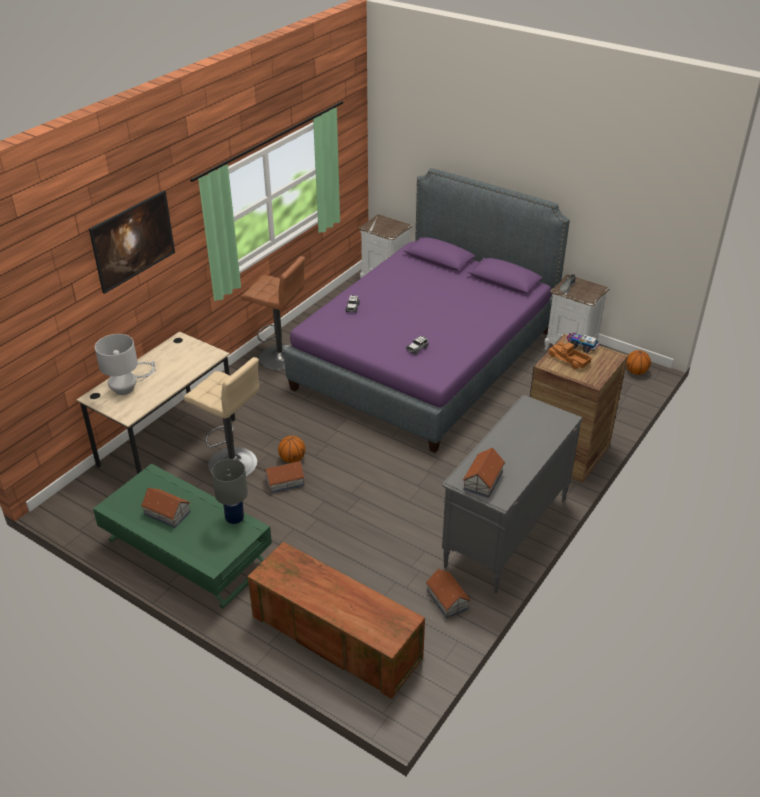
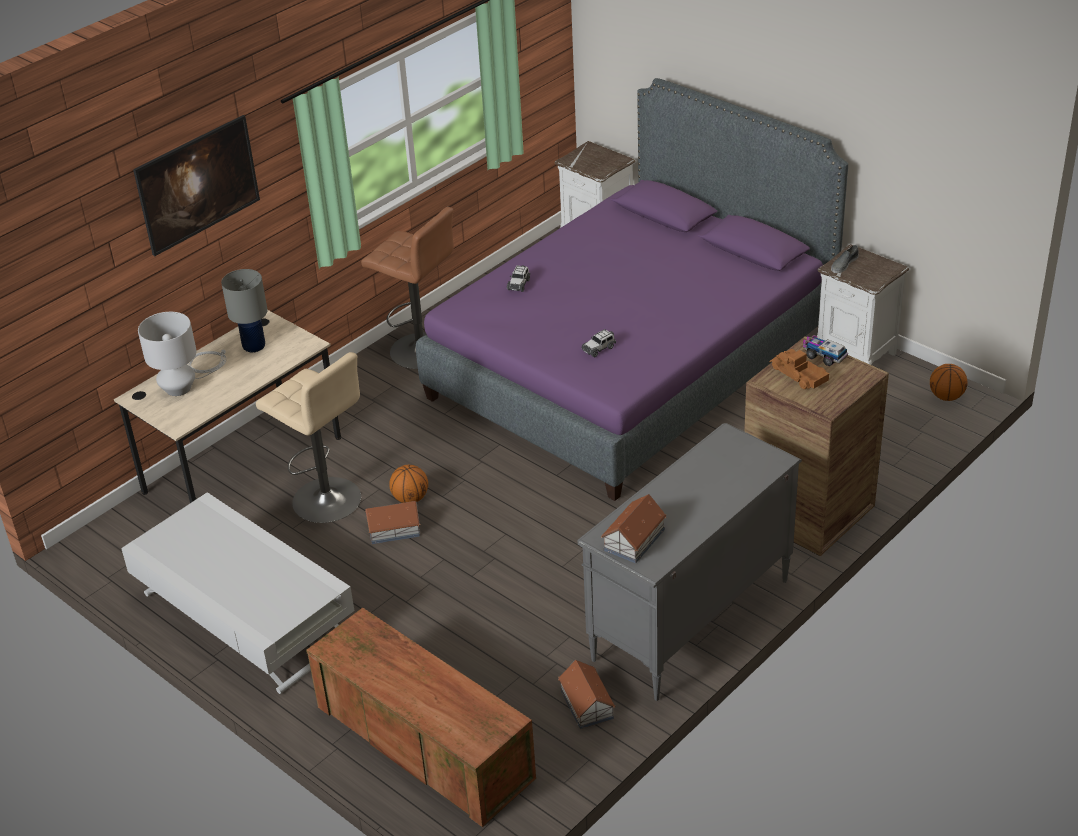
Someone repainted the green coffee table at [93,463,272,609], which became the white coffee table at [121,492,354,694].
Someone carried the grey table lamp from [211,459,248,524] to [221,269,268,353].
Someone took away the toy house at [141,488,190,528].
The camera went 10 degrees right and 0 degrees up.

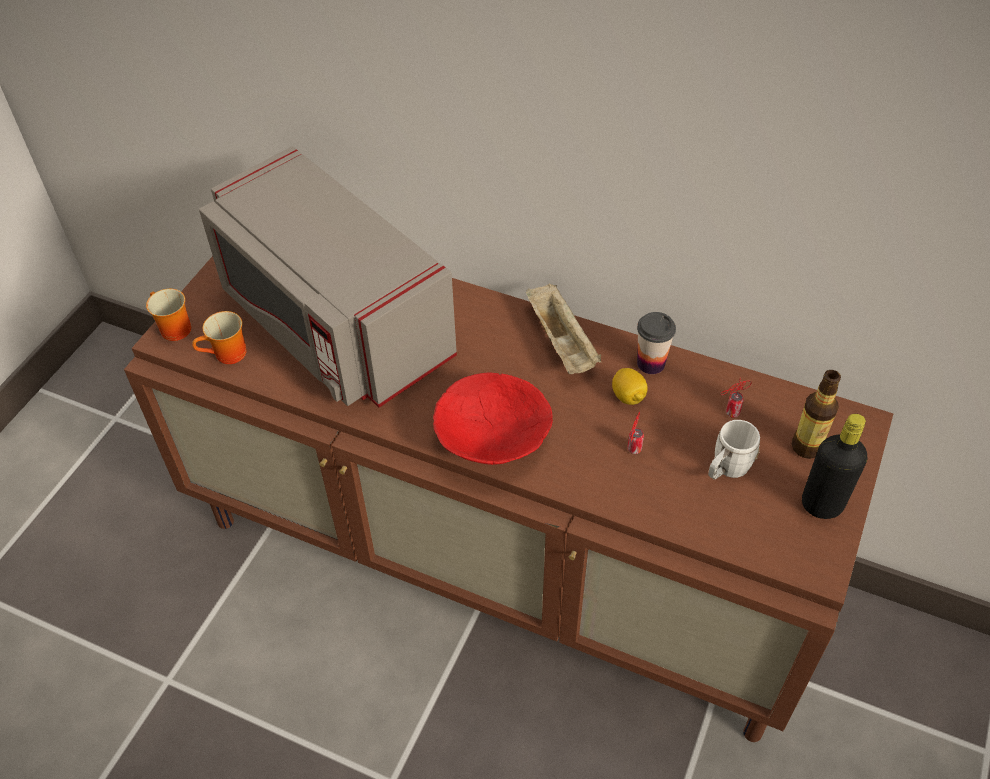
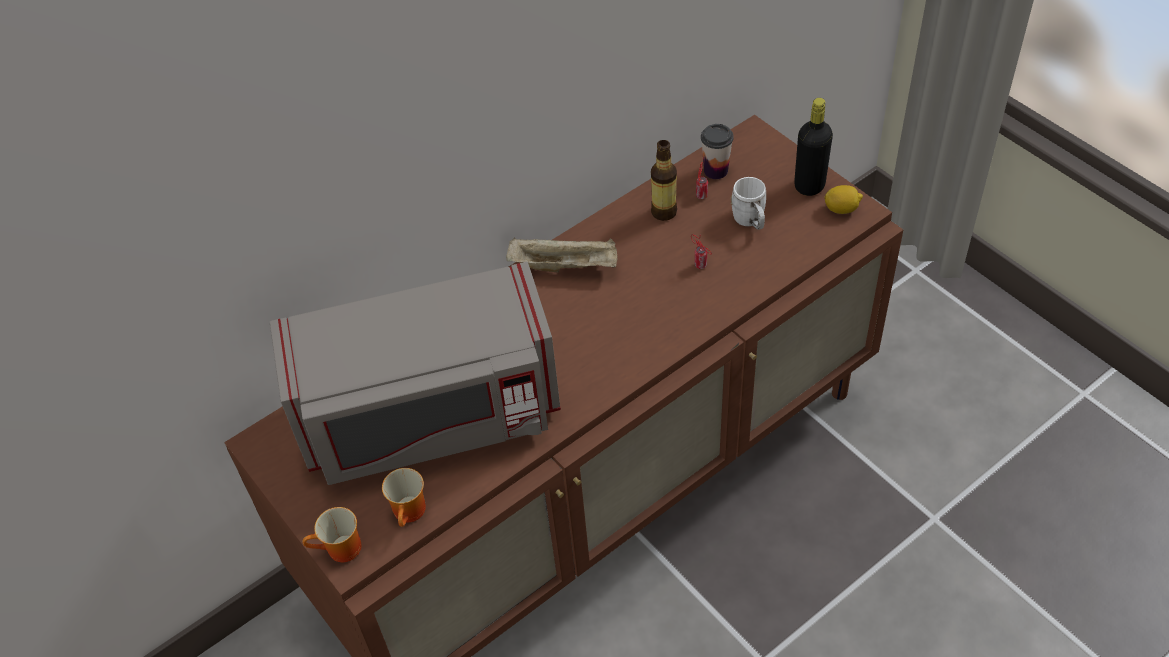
Someone carried the bottle from [792,370,841,459] to [651,140,677,221].
Someone carried the cup from [637,312,676,374] to [701,124,734,179].
Someone carried the lemon from [612,368,647,405] to [824,185,863,214].
Someone took away the red bowl at [433,372,553,465].
The camera went 60 degrees left and 0 degrees up.

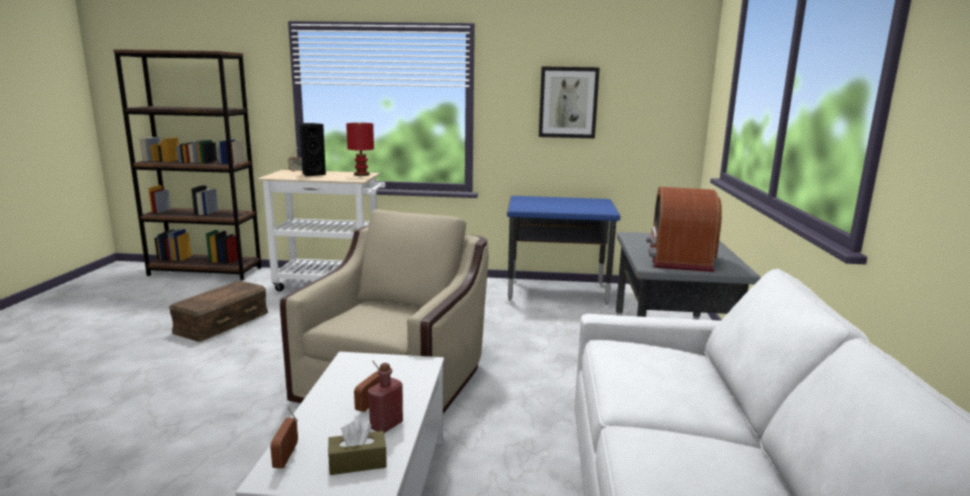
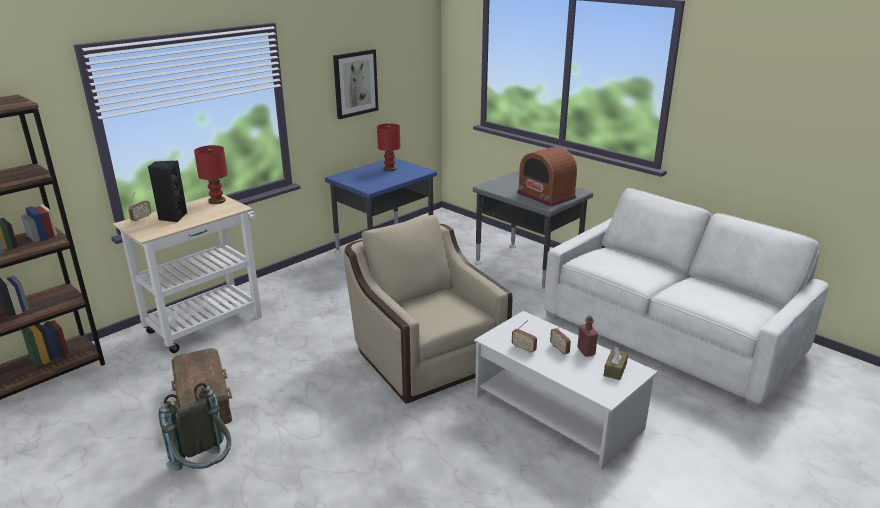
Someone put down the grey backpack at [158,383,231,470].
Someone put down the red table lamp at [377,123,400,171].
Someone carried the radio from [270,406,298,468] to [512,320,537,353].
The camera went 50 degrees left and 10 degrees up.

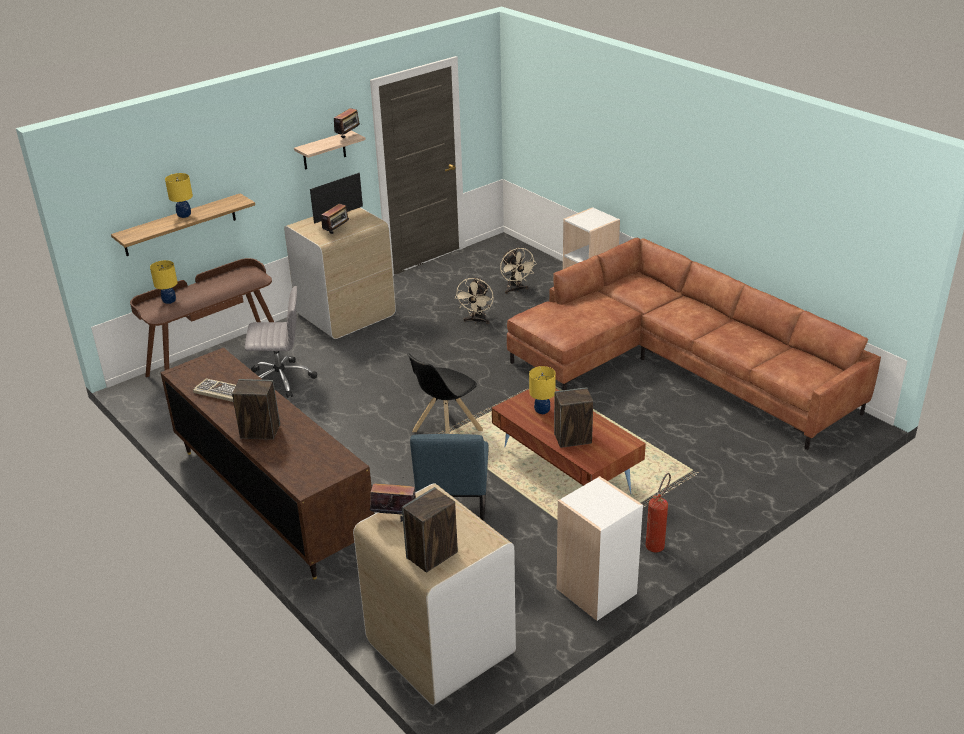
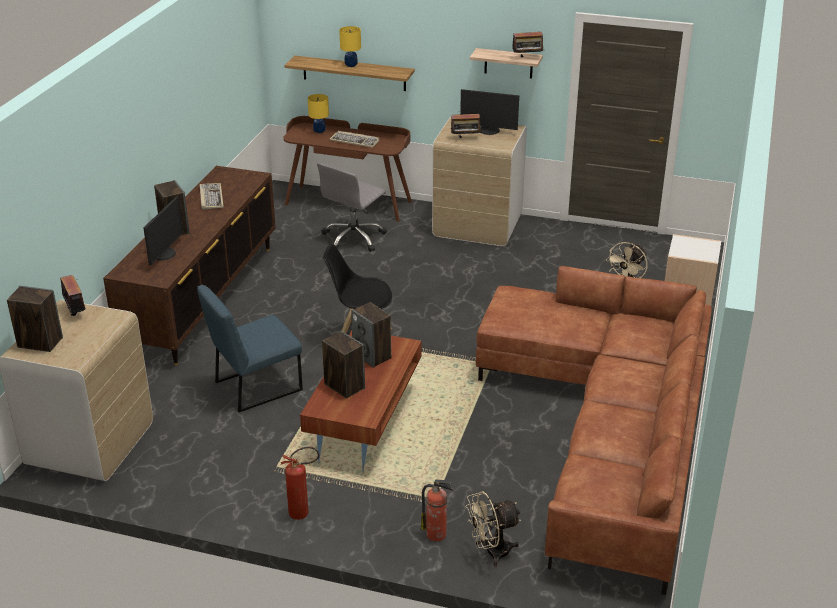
Someone put down the monitor at [143,196,183,266].
Someone rotated the grey office chair at [245,286,317,398] by 75 degrees clockwise.
Someone put down the keyboard at [329,131,379,148].
Someone swapped the yellow table lamp at [529,366,556,414] for the speaker at [351,302,391,368].
Someone put down the fire extinguisher at [421,480,455,541].
Someone carried the beige fan from [455,278,494,324] to [465,491,521,567].
Someone took away the bookcase at [557,476,643,621].
The camera went 55 degrees right and 0 degrees up.

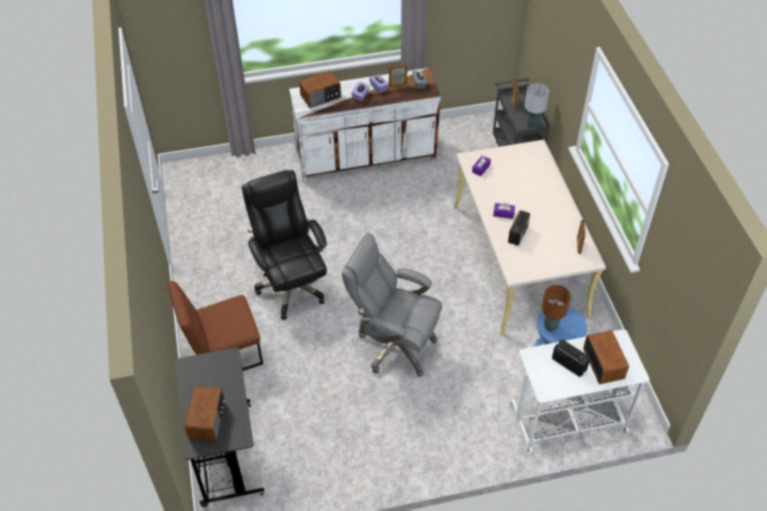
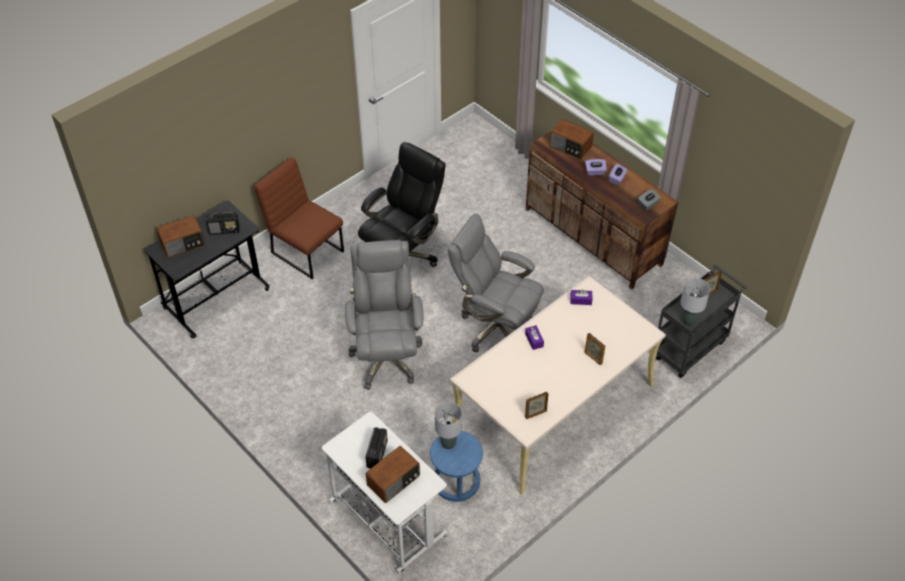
Someone carried the radio from [508,210,530,246] to [206,212,240,235].
Someone repainted the brown table lamp at [542,285,571,331], which became the grey table lamp at [435,402,462,449].
Someone put down the grey office chair at [448,213,544,352].
Someone repainted the white cabinet at [289,68,441,183], which became the brown cabinet at [526,130,678,290].
Someone carried the picture frame from [389,64,407,87] to [585,333,605,365].
The camera went 60 degrees right and 0 degrees up.

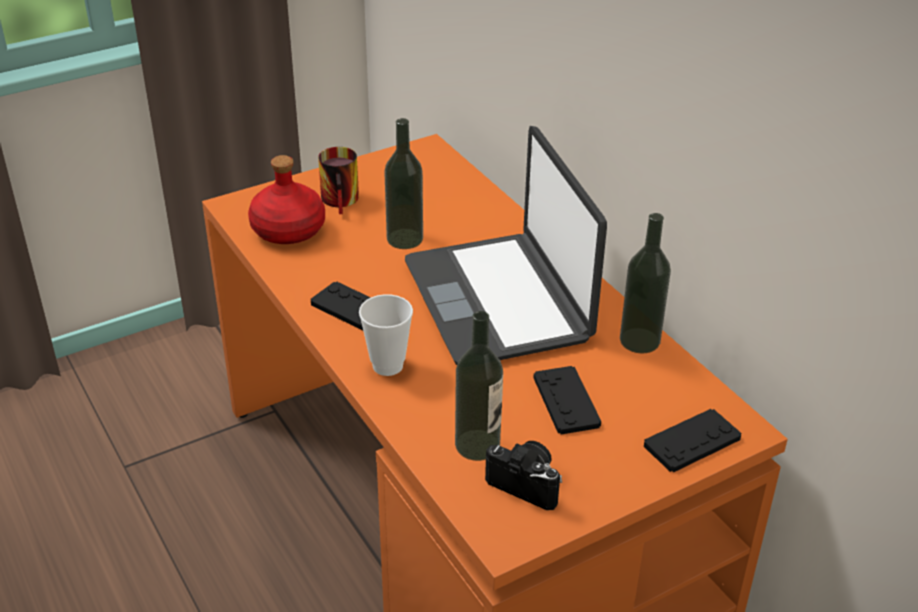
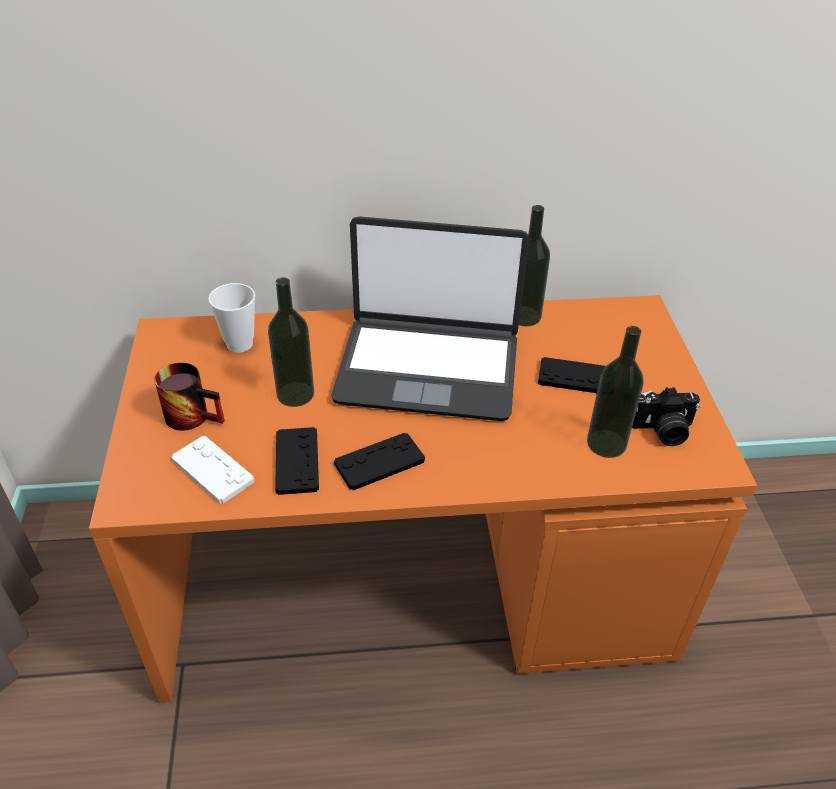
Someone swapped the red bottle at [248,155,325,244] for the white game controller at [171,436,254,504].
Someone carried the cup from [359,294,413,376] to [208,283,255,353].
Someone carried the black game controller from [644,409,741,473] to [275,427,319,495].
Someone rotated the photo camera at [485,441,562,510] by 150 degrees counterclockwise.
The camera went 65 degrees left and 5 degrees up.

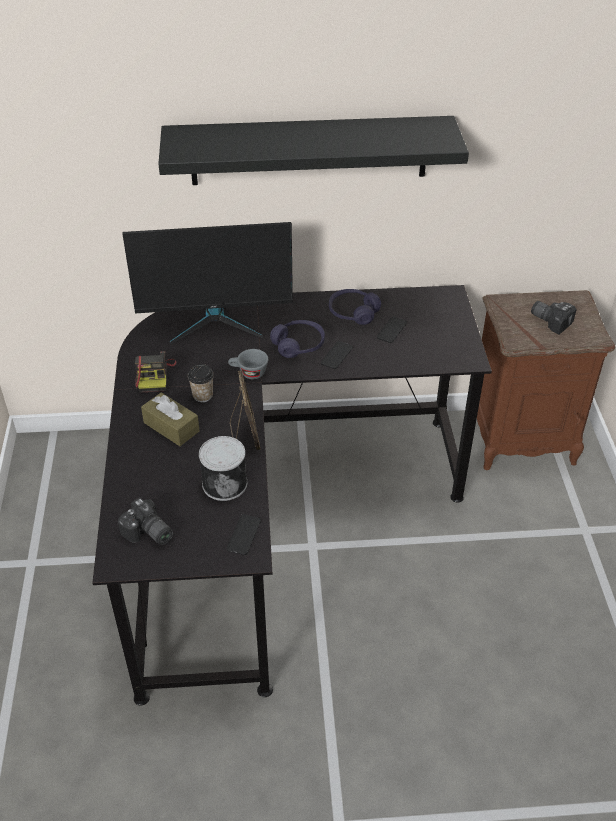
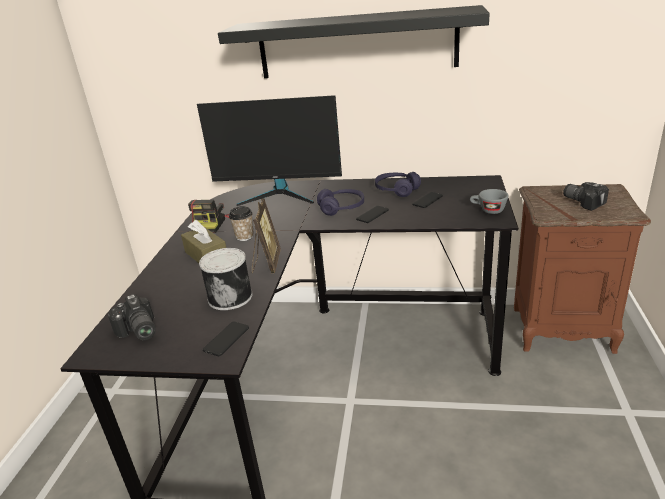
Someone carried the grey cup from [228,349,268,379] to [470,189,509,214].
The camera went 15 degrees right and 15 degrees down.

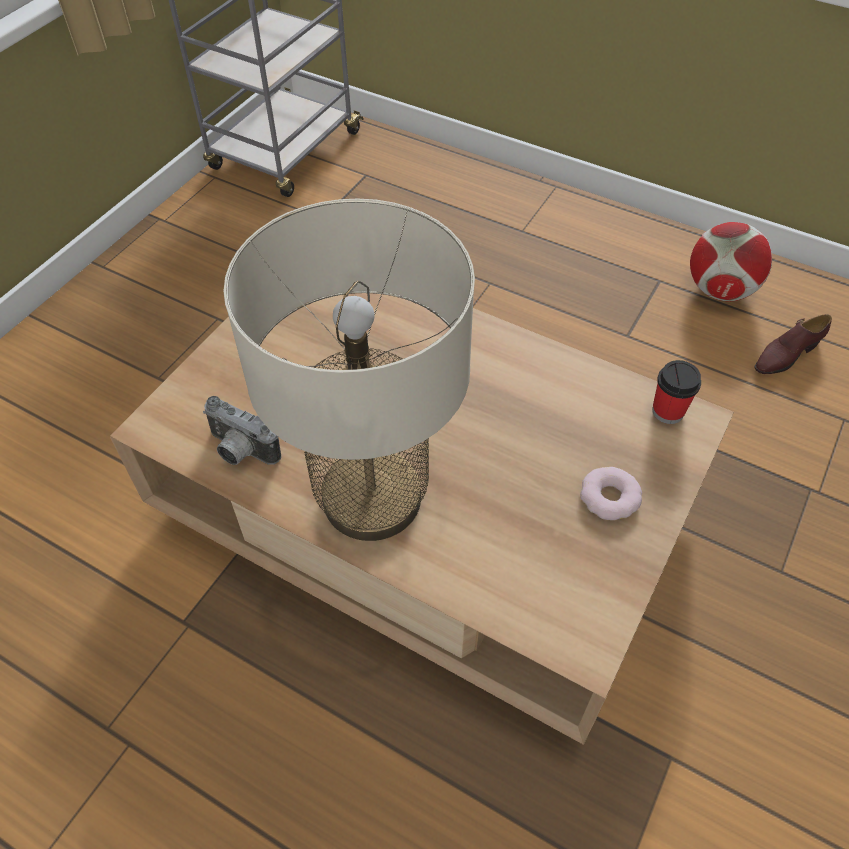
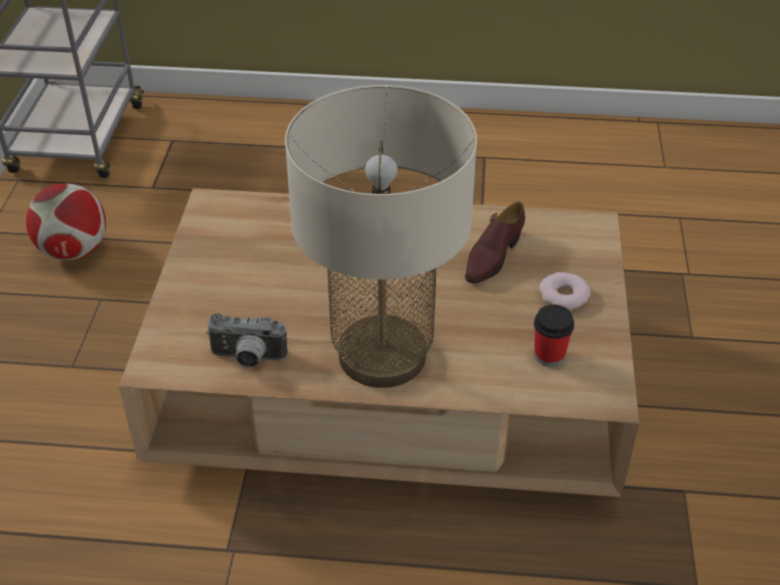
Someone carried the football from [690,222,772,302] to [26,183,106,260].
Someone carried the brown shoe from [754,314,832,374] to [465,202,525,283].
Someone carried the cup from [652,360,701,424] to [534,304,574,367].
The camera went 25 degrees left and 10 degrees down.

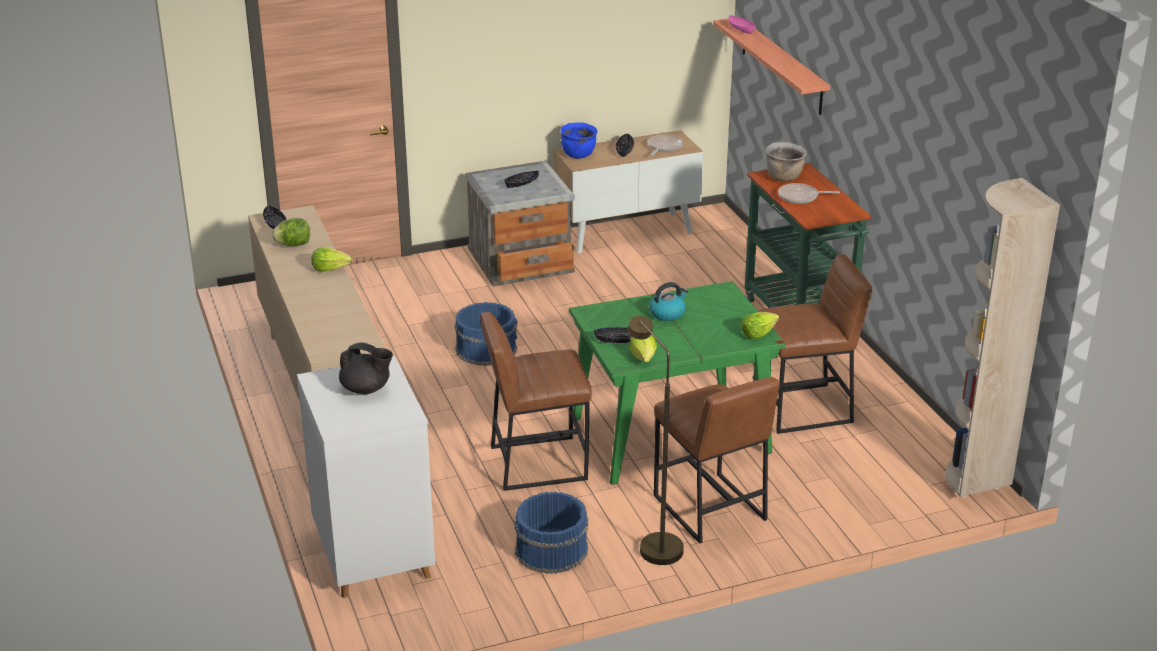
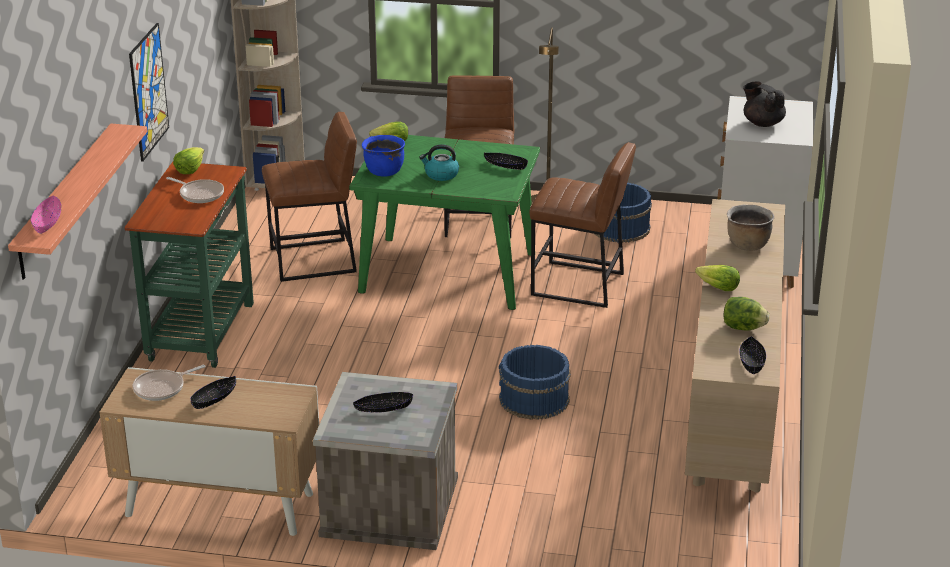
Someone put up the picture at [129,23,169,162].
Someone carried the lettuce from [629,335,657,362] to [173,147,204,174].
Someone rotated the brown chair at [753,254,872,434] by 150 degrees clockwise.
Someone carried the blue cooking pot from [560,122,597,158] to [362,135,405,177].
Someone carried the brown cooking pot from [766,142,807,182] to [727,205,775,251].
The camera went 150 degrees left and 0 degrees up.

